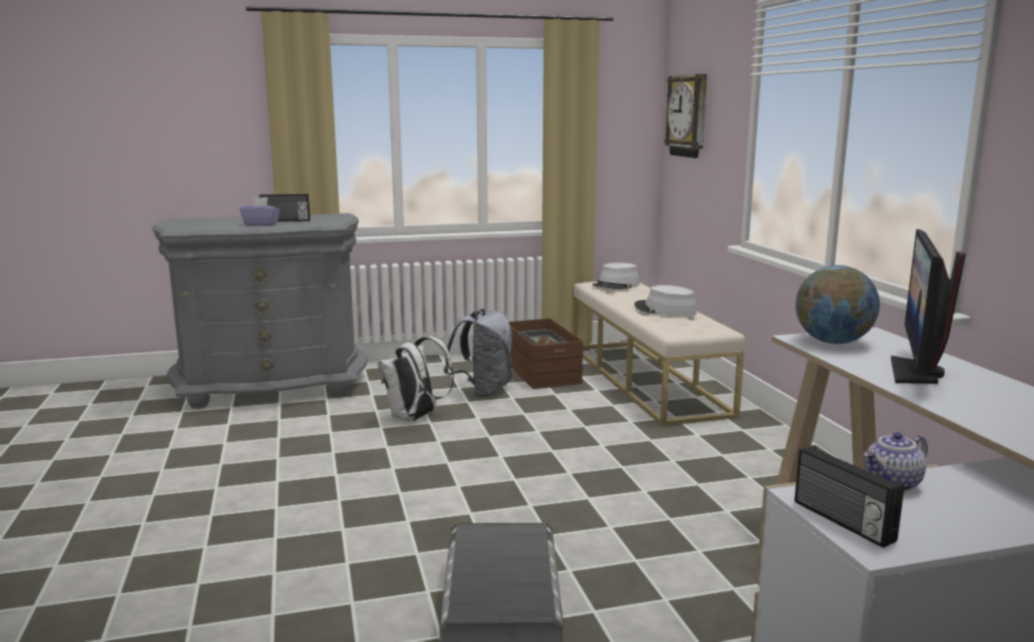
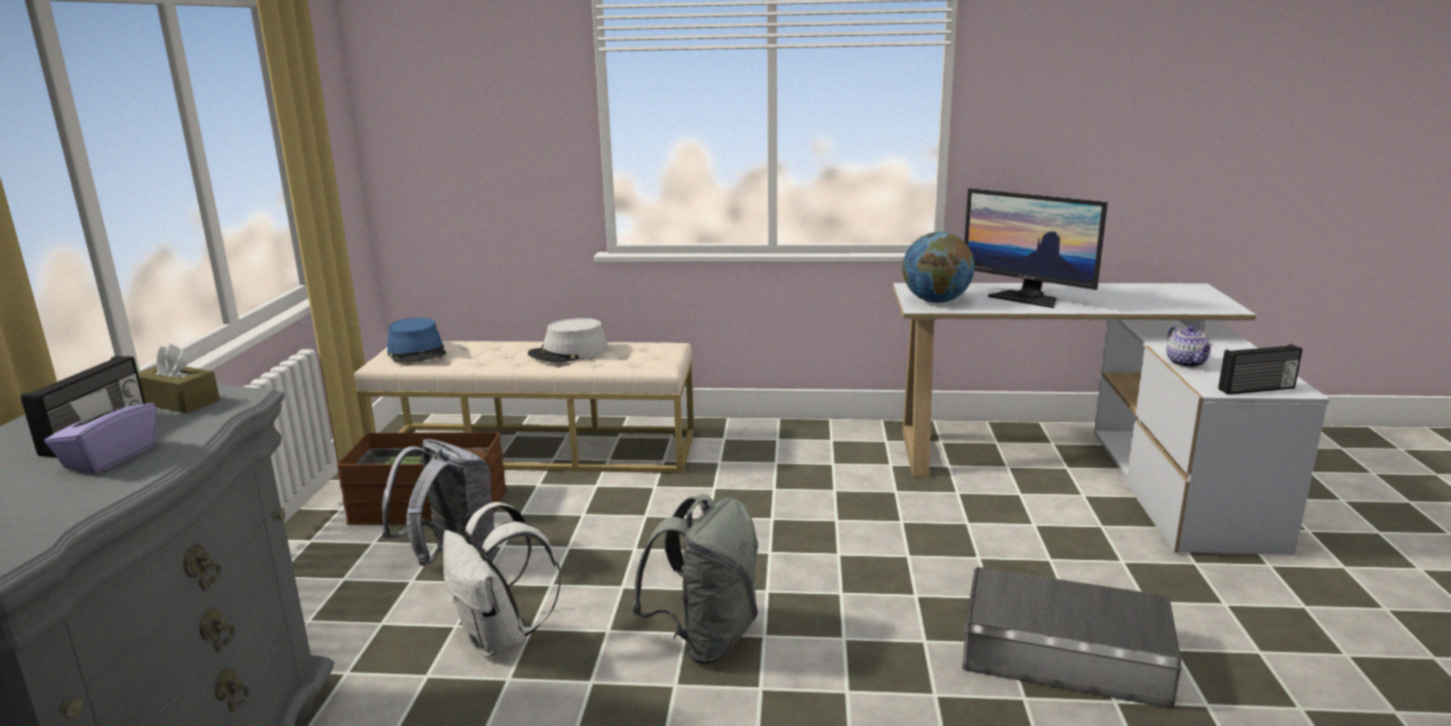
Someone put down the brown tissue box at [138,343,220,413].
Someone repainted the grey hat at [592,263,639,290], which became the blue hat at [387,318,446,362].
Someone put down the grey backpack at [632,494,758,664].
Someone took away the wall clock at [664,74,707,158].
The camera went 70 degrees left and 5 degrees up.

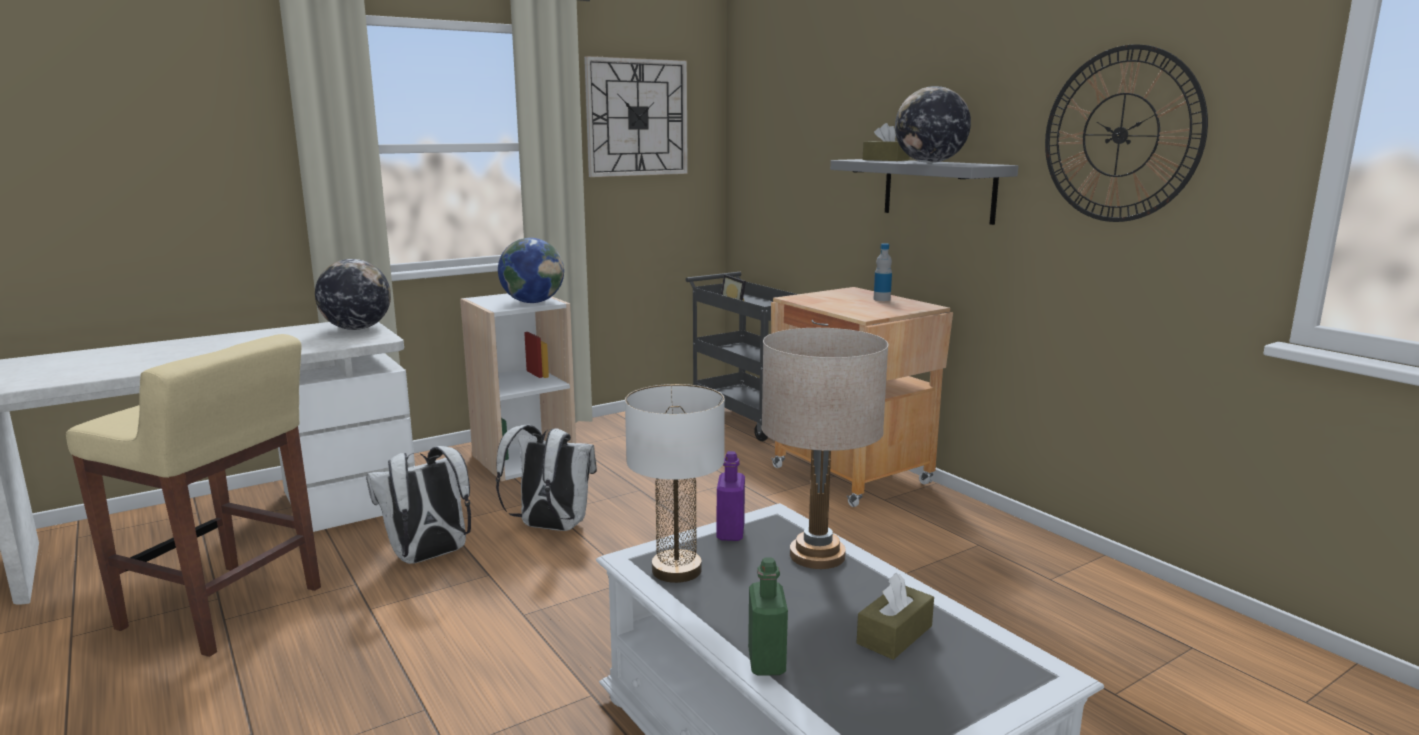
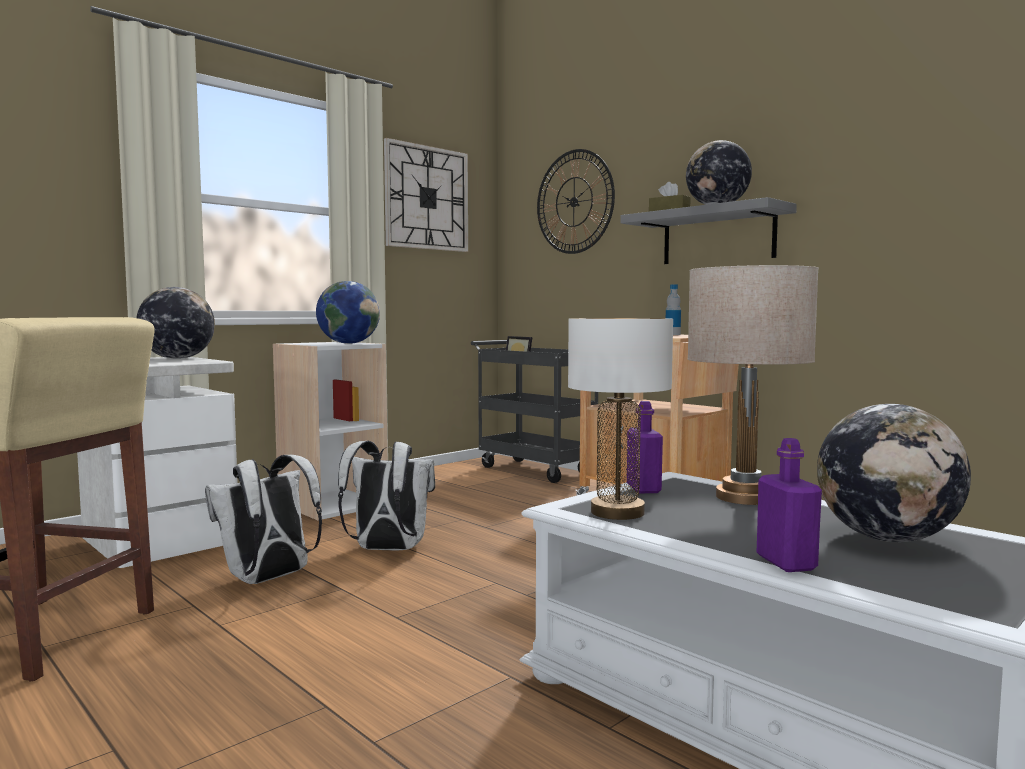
Someone carried the wall clock from [1045,44,1208,222] to [537,149,615,254].
Someone repainted the green bottle at [748,557,788,676], which became the purple bottle at [757,438,822,572].
Someone swapped the brown tissue box at [857,572,934,660] for the globe at [817,404,971,542].
The camera went 10 degrees left and 10 degrees down.

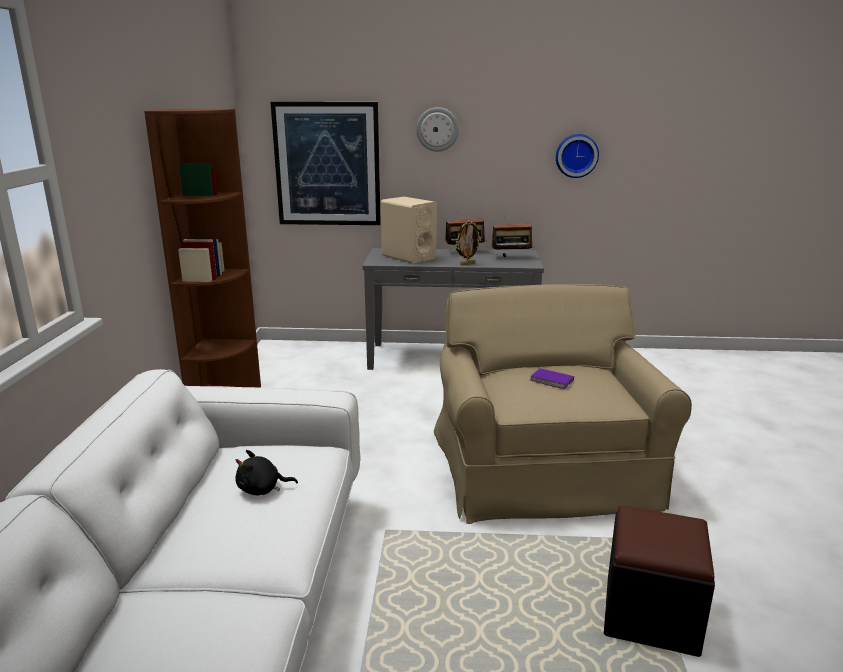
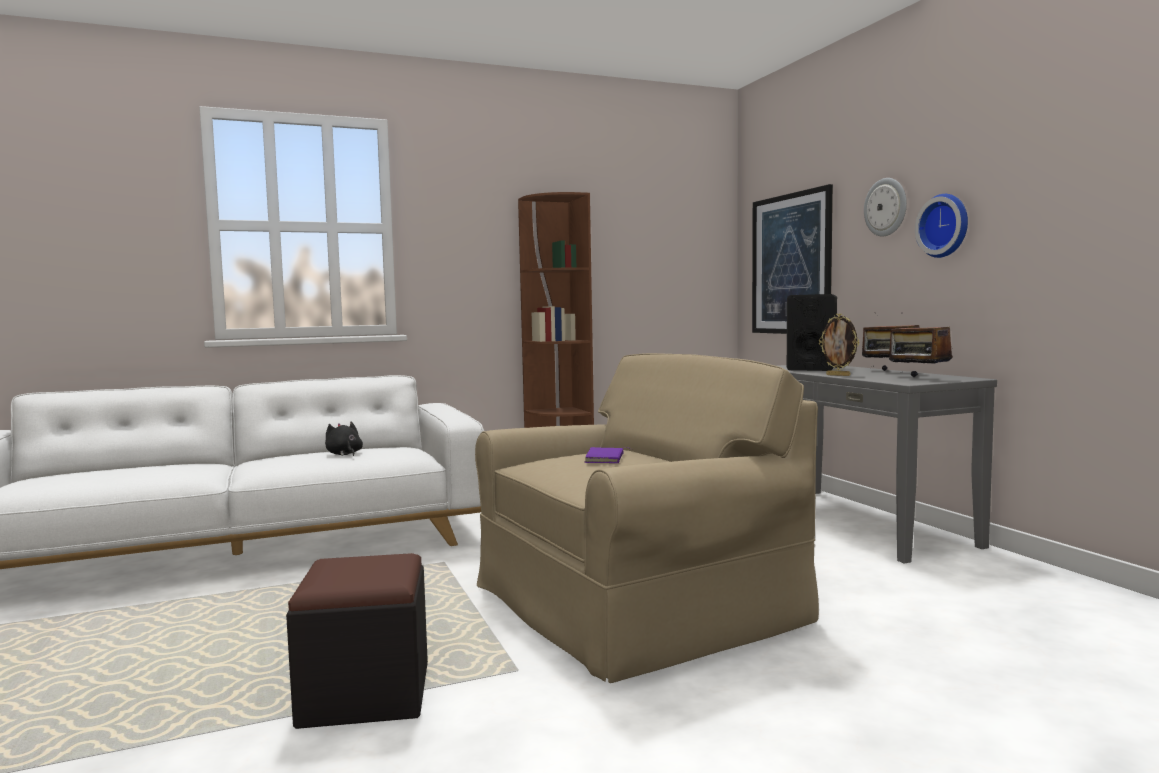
Someone repainted the beige speaker at [381,197,437,264], which became the black speaker at [787,294,837,371].
Someone carried the wall clock from [556,134,599,178] to [915,194,968,258].
The camera went 65 degrees right and 15 degrees down.

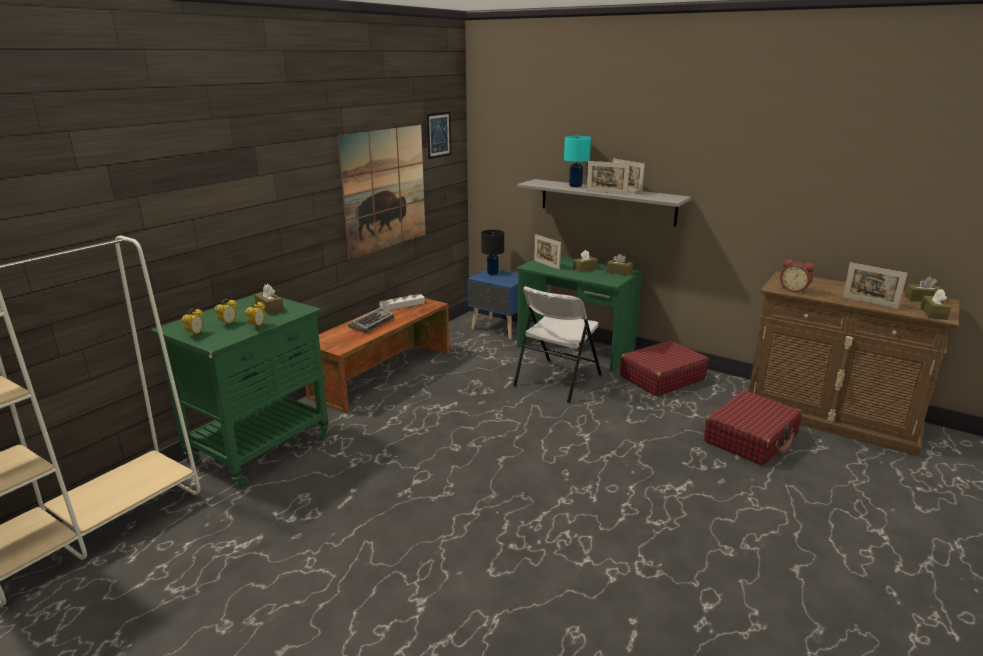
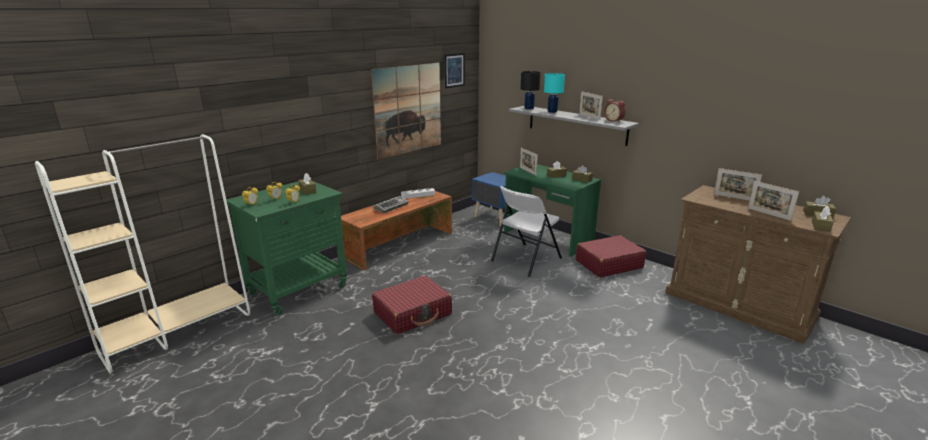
Someone carried the red suitcase from [704,390,802,465] to [372,276,452,334].
Someone carried the black table lamp from [481,230,504,275] to [521,71,541,109].
Someone carried the alarm clock from [780,259,814,293] to [604,99,626,122].
Someone carried the picture frame from [587,161,630,195] to [714,168,762,201].
The camera went 10 degrees right and 0 degrees up.

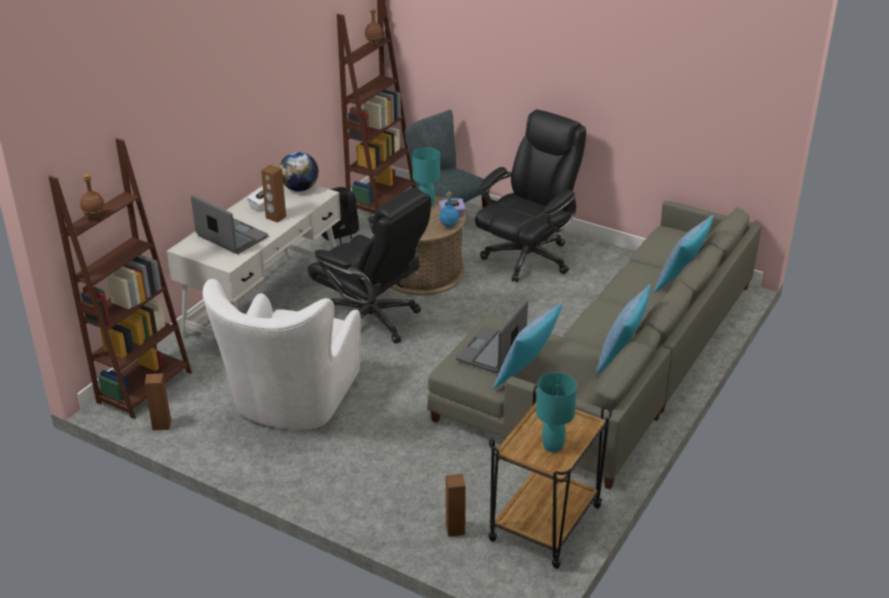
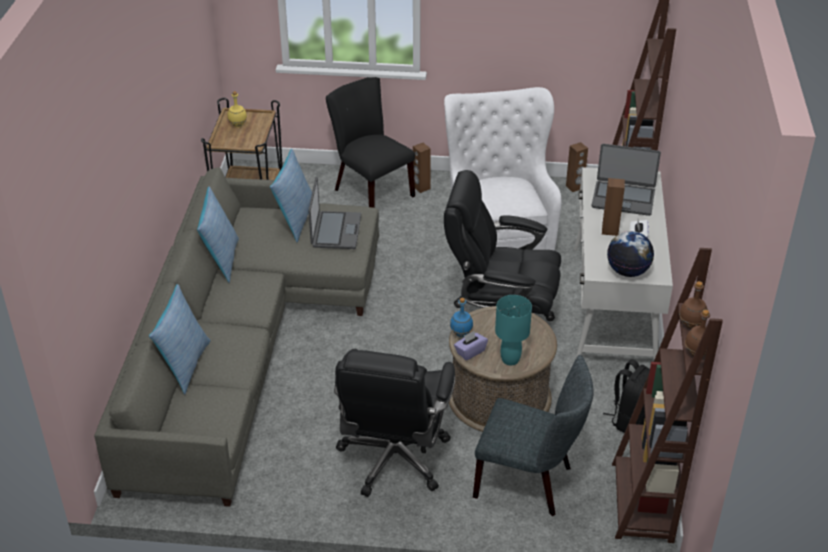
Someone swapped the turquoise table lamp at [536,372,577,452] for the yellow bottle at [228,91,247,127].
Someone put down the black chair at [326,77,415,208].
Someone carried the brown speaker from [446,473,466,537] to [413,143,431,193].
Someone carried the brown bottle from [80,174,105,219] to [679,281,708,329].
The camera went 155 degrees right and 5 degrees up.

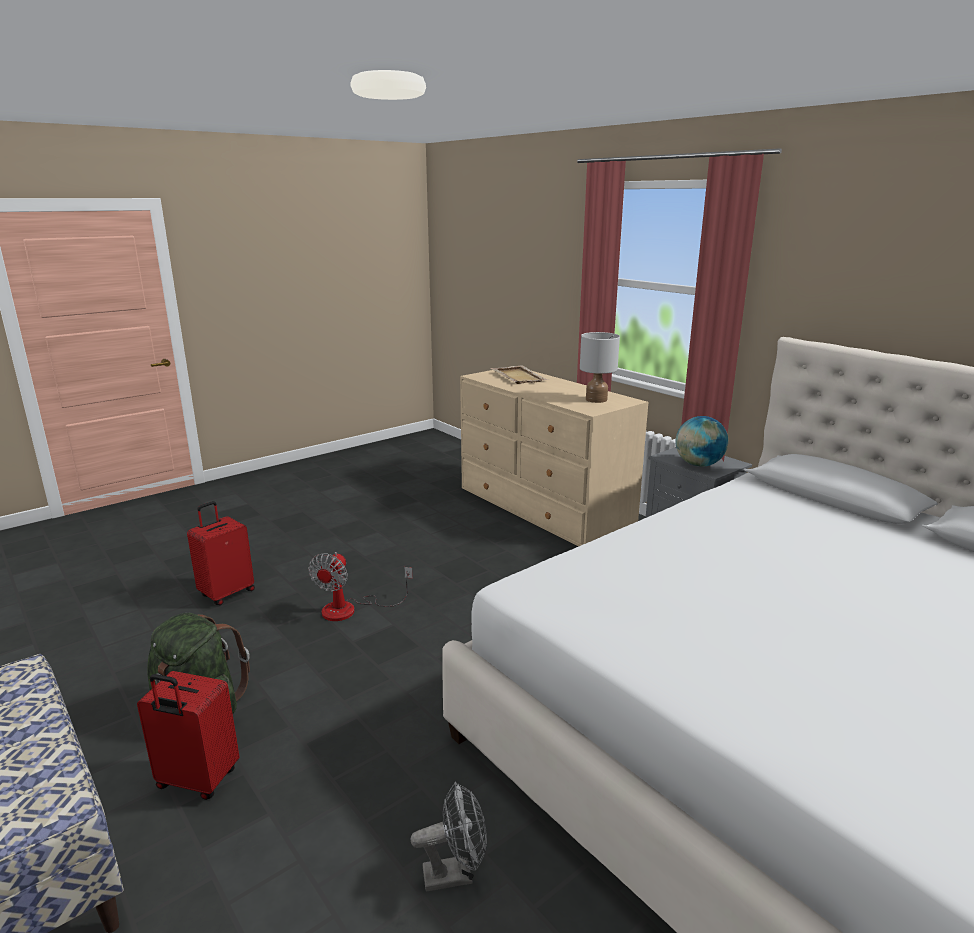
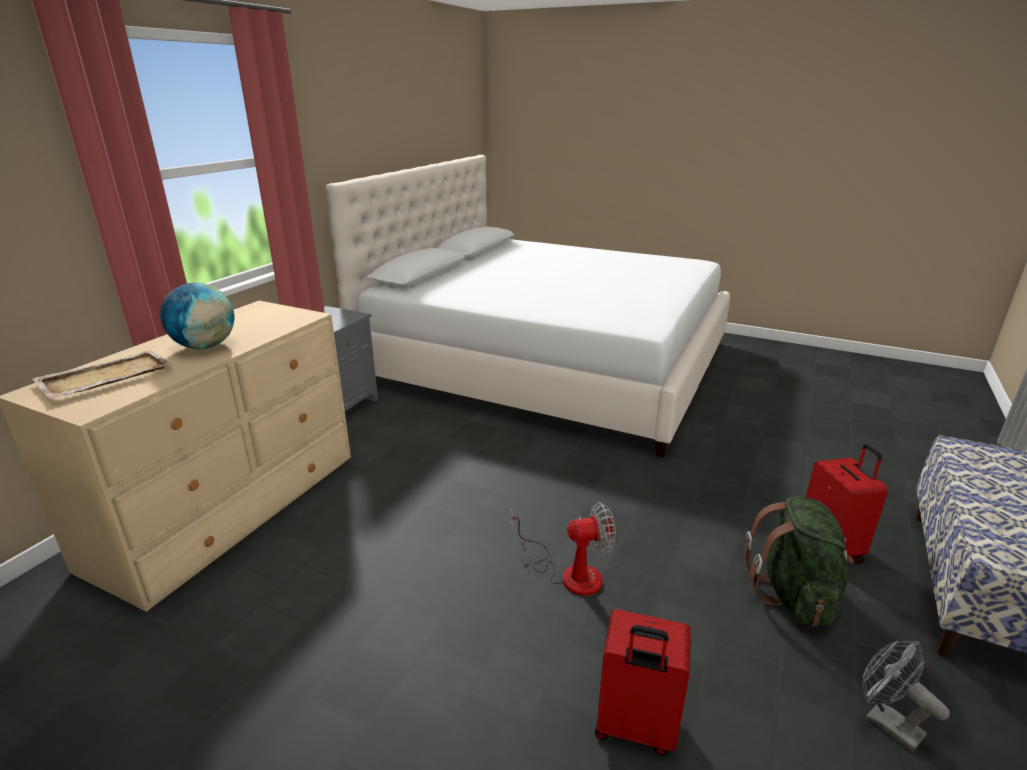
Someone carried the globe from [675,416,728,467] to [160,283,234,349].
Someone carried the grey fan from [411,782,487,892] to [862,641,950,752].
Someone took away the grey table lamp at [580,332,620,403].
The camera went 115 degrees left and 5 degrees up.

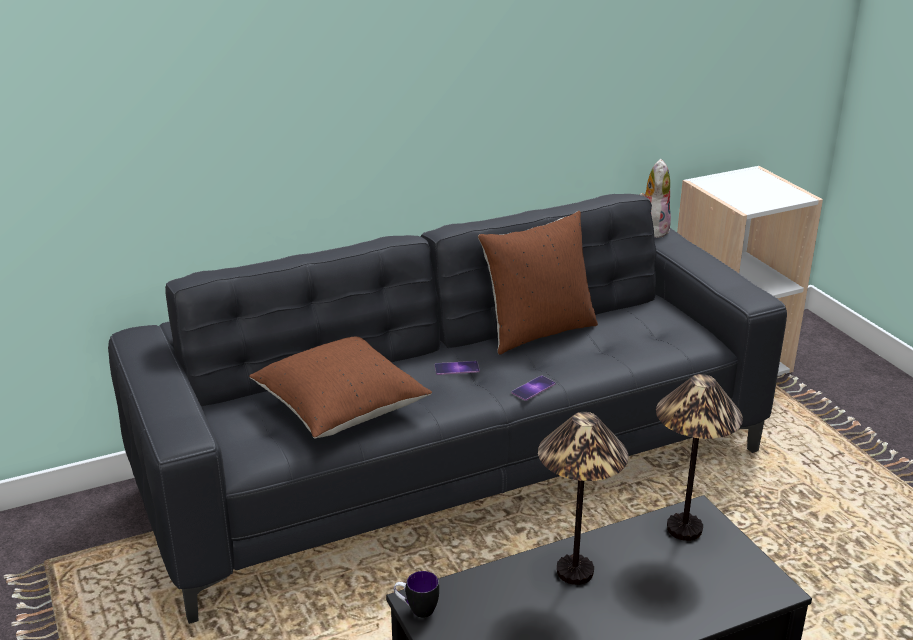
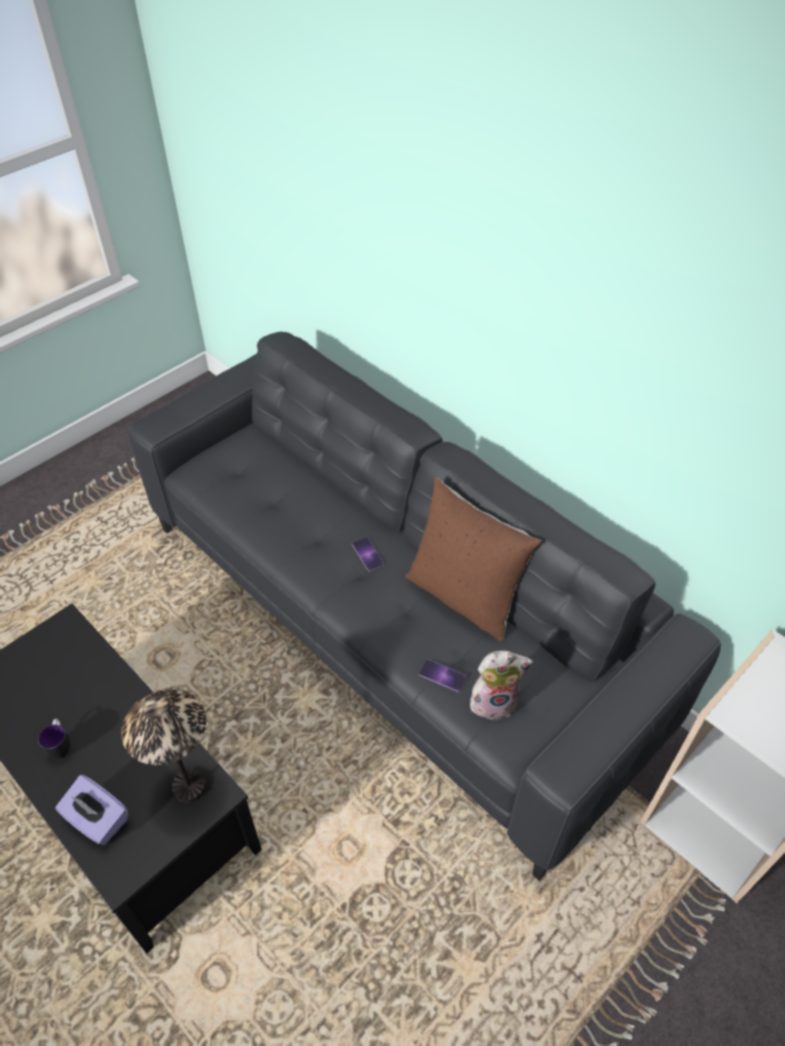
Someone carried the mug from [394,571,439,618] to [38,719,70,759].
Someone put down the purple tissue box at [56,775,128,845].
Someone carried the phone from [511,375,555,401] to [419,659,467,692].
Someone carried the plush toy from [640,159,671,238] to [470,651,533,721].
Someone took away the brown pillow at [249,337,432,438].
Someone took away the table lamp at [538,412,629,585].
The camera went 70 degrees right and 20 degrees up.

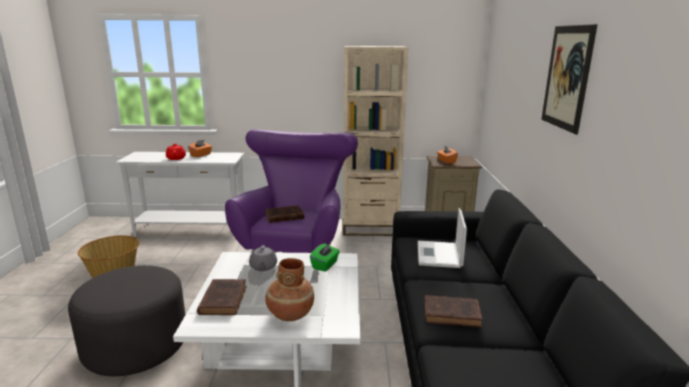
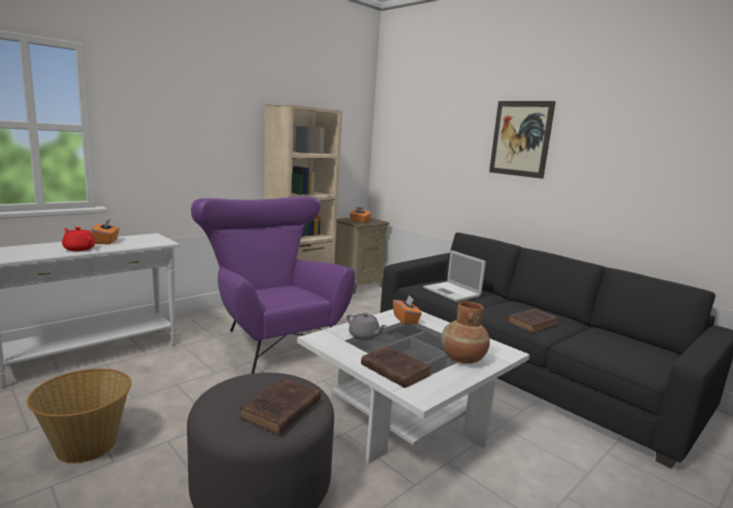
Someone carried the brown book from [265,205,304,223] to [239,378,321,434].
Someone repainted the green tissue box at [310,243,340,272], which became the orange tissue box at [393,296,422,325].
The camera went 45 degrees left and 5 degrees down.

